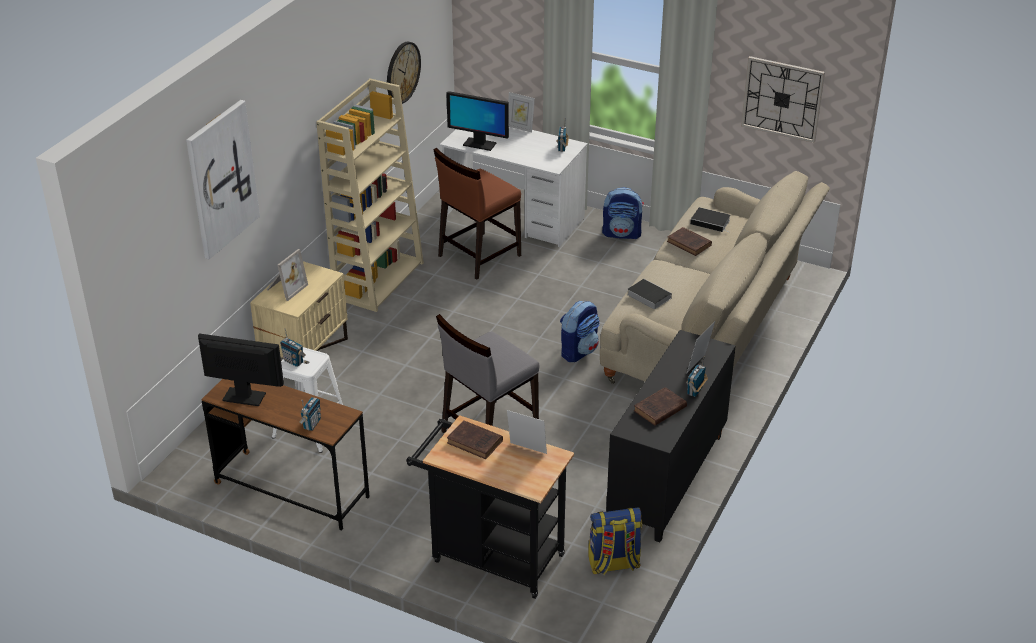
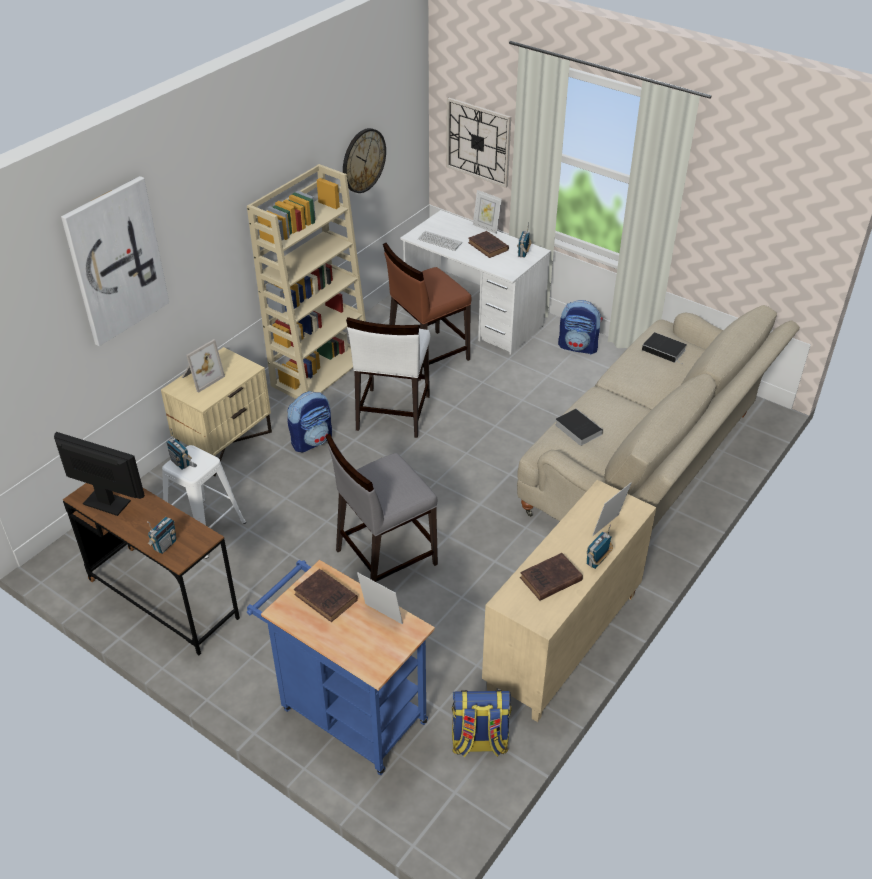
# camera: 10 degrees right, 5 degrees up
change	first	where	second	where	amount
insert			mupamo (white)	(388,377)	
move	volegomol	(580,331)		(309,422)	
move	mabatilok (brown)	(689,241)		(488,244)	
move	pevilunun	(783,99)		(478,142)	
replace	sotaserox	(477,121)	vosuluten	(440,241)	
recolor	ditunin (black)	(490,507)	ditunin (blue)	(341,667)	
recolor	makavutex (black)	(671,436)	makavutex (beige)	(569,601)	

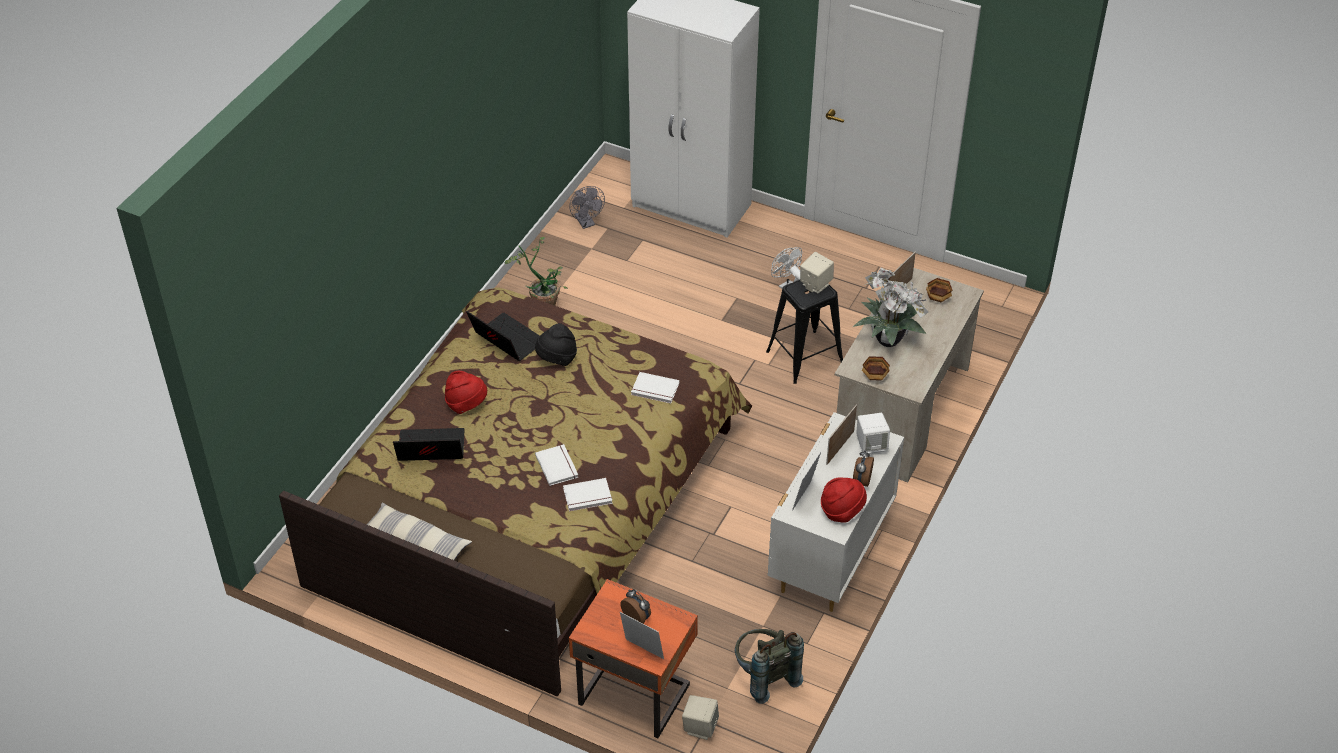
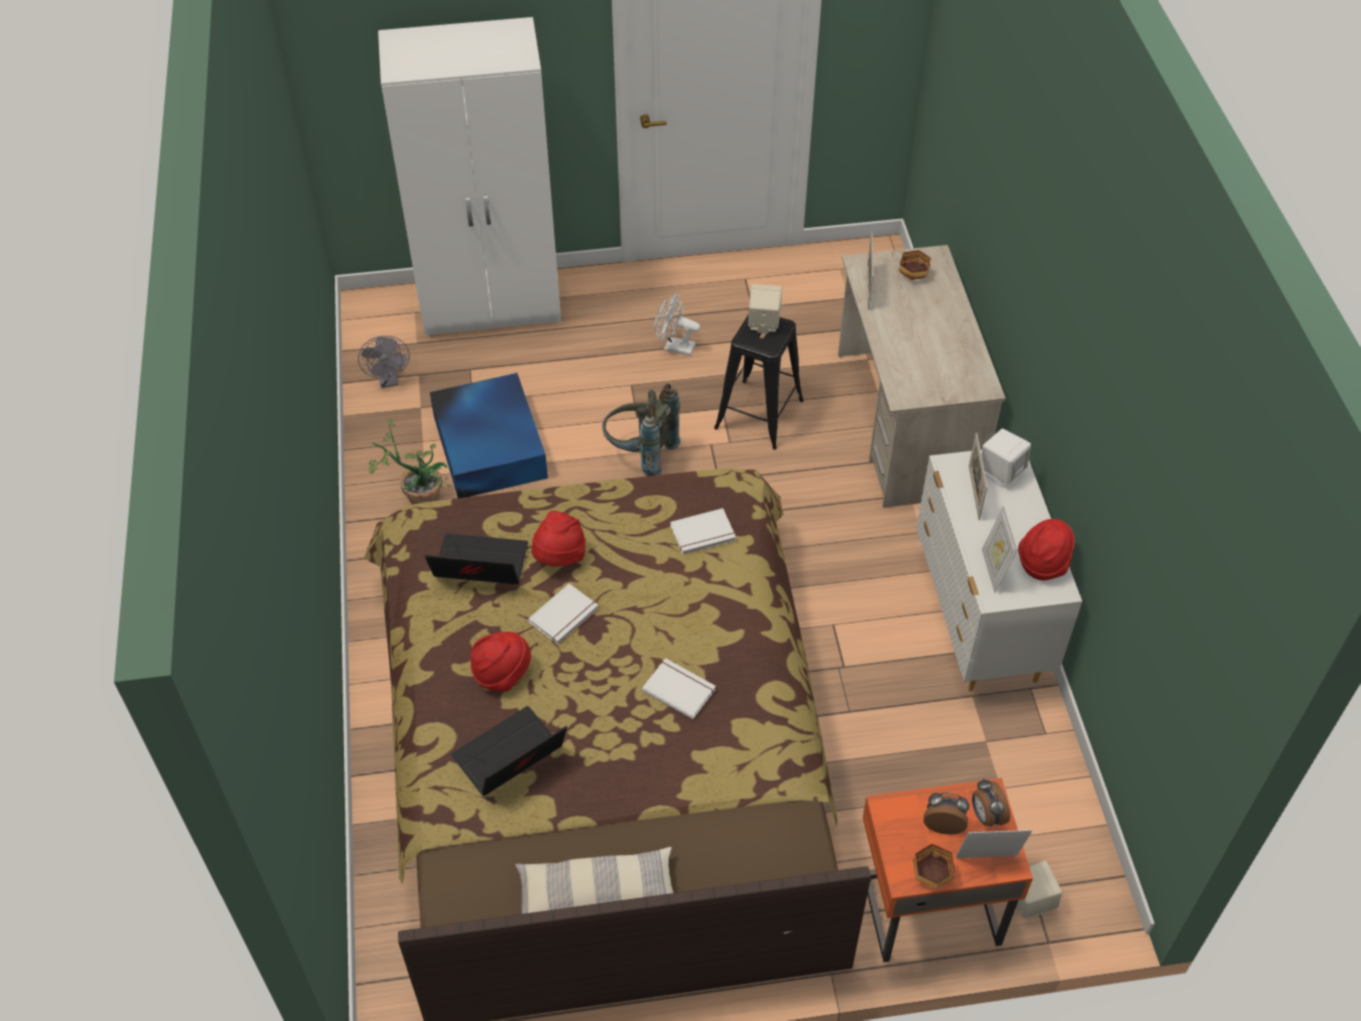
# camera: 35 degrees left, 5 degrees up
change	first	where	second	where	amount
delete	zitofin	(890,307)			
insert			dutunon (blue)	(489,435)	
move	mabatilok (white)	(588,494)		(563,614)	
move	volegomol (grey)	(769,666)		(641,430)	
move	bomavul	(863,468)		(991,803)	
move	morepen	(876,368)		(934,866)	
recolor	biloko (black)	(556,344)	biloko (red)	(558,539)	
rotate	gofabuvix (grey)	(587,207)		(384,362)	45 degrees clockwise

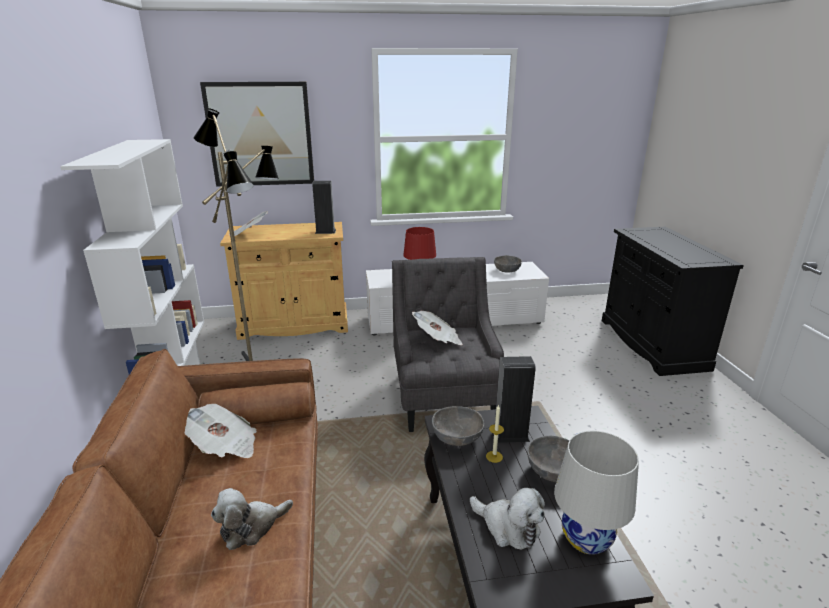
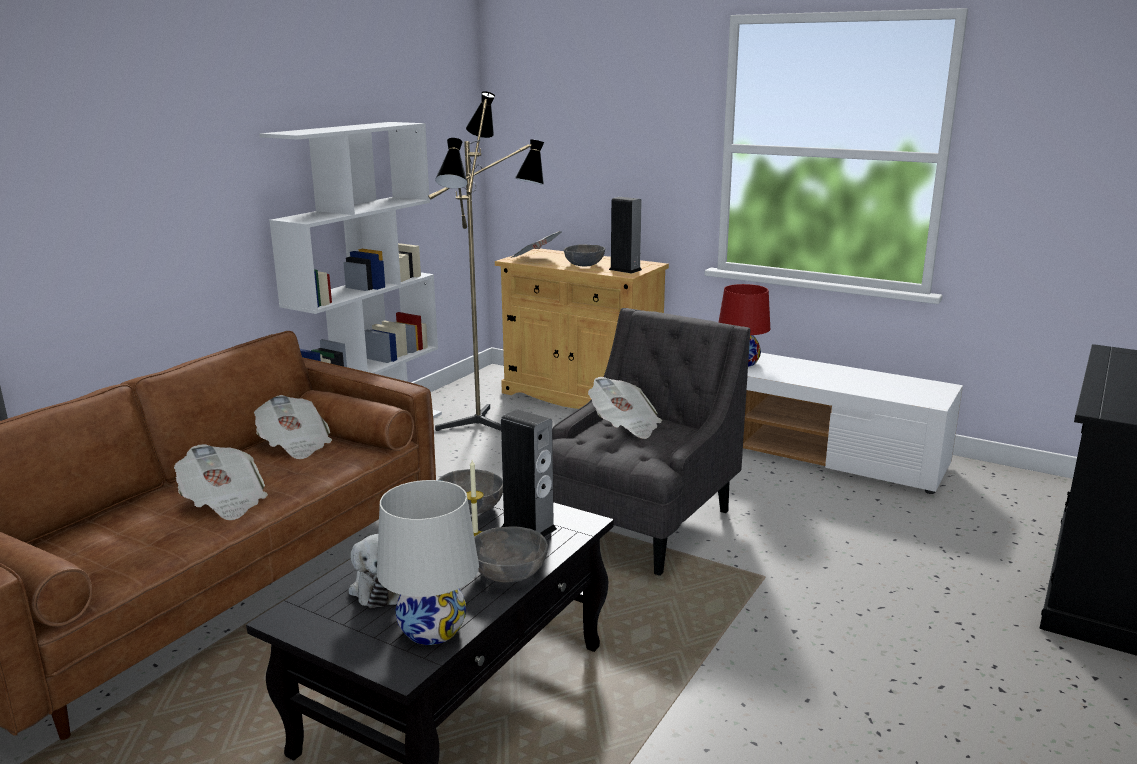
# camera: 40 degrees right, 5 degrees down
change	first	where	second	where	amount
delete	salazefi	(257,134)			
move	morepen (grey)	(508,264)		(584,255)	
replace	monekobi	(252,519)	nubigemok	(221,482)	

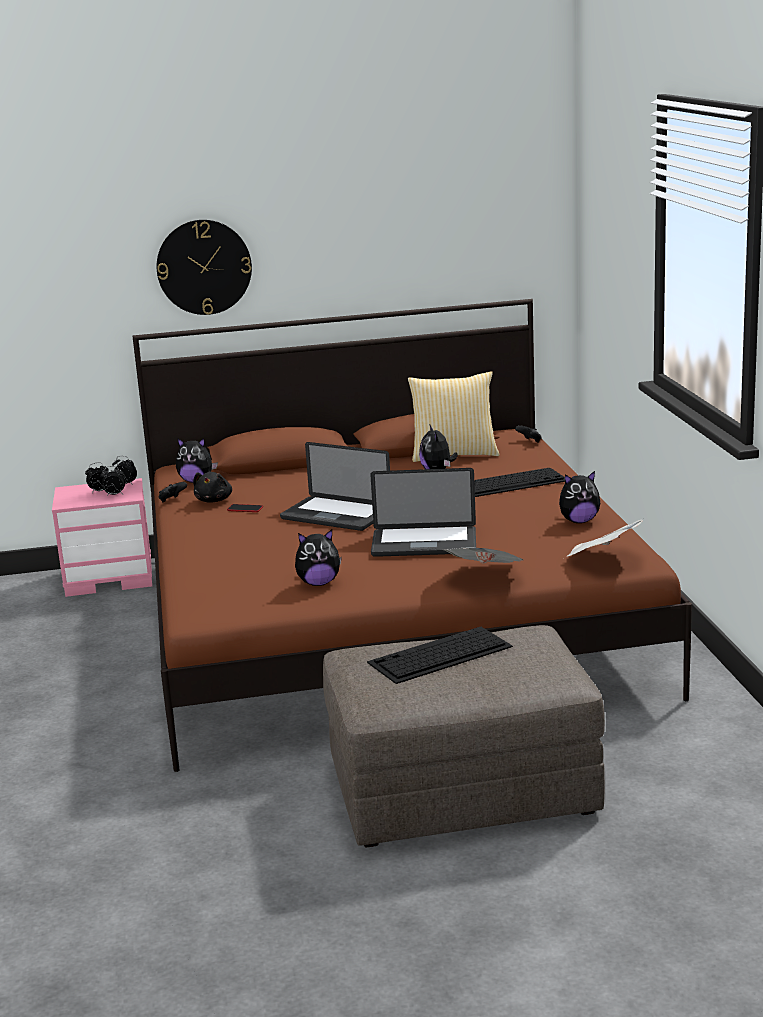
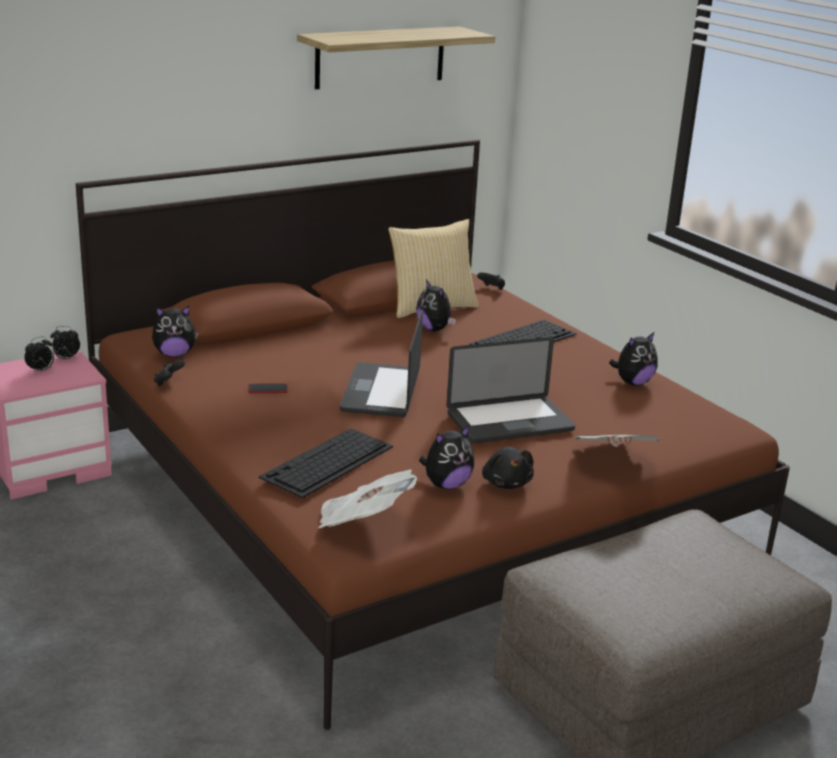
# camera: 25 degrees left, 5 degrees up
change	first	where	second	where	amount
delete	bomavul	(112,481)			
delete	pevilunun	(204,267)			
insert			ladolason	(396,57)	
move	monekobi (black)	(212,487)		(508,468)	
move	vosuluten	(440,655)		(326,463)	
move	nubigemok	(605,538)		(367,499)	
rotate	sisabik	(335,486)		(381,363)	90 degrees clockwise

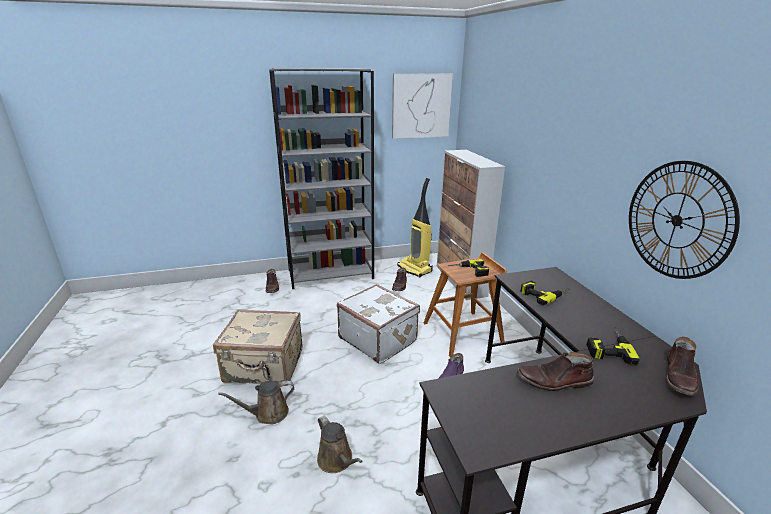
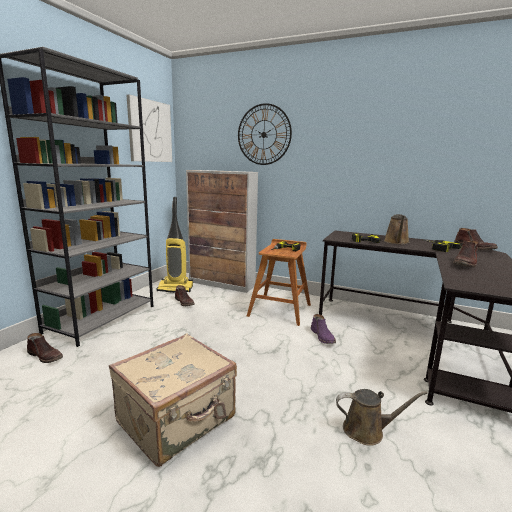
# camera: 50 degrees left, 10 degrees down
change	first	where	second	where	amount
delete	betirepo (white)	(378,324)			
move	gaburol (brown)	(256,402)		(397,229)	
move	pevilunun	(684,220)		(265,134)	

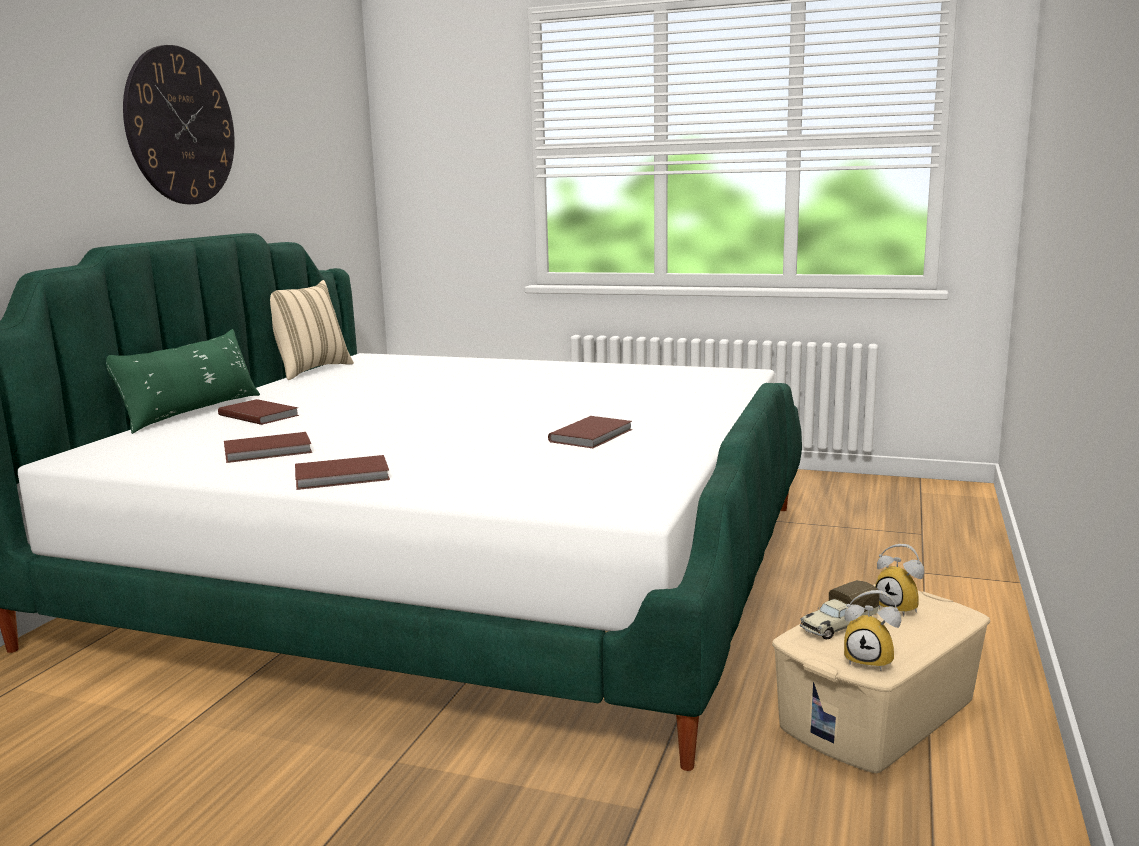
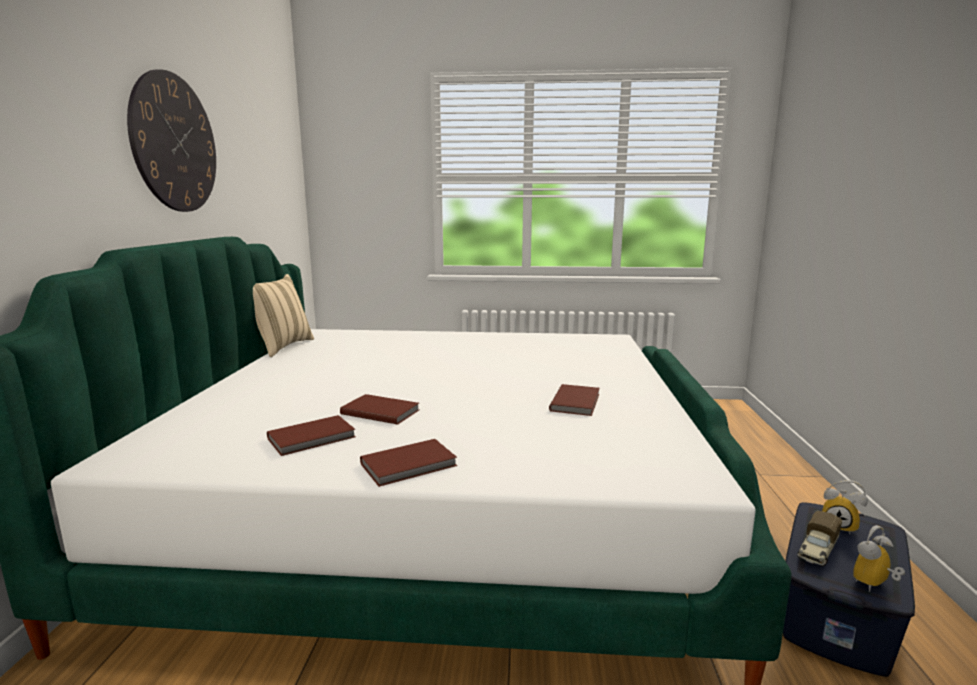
# camera: 15 degrees left, 0 degrees up
change	first	where	second	where	amount
delete	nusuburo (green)	(183,381)			
move	mabatilok (brown)	(258,412)		(379,409)	
recolor	dutunon (beige)	(881,678)	dutunon (blue)	(849,589)	
rotate	bomavul	(872,630)		(879,558)	135 degrees clockwise

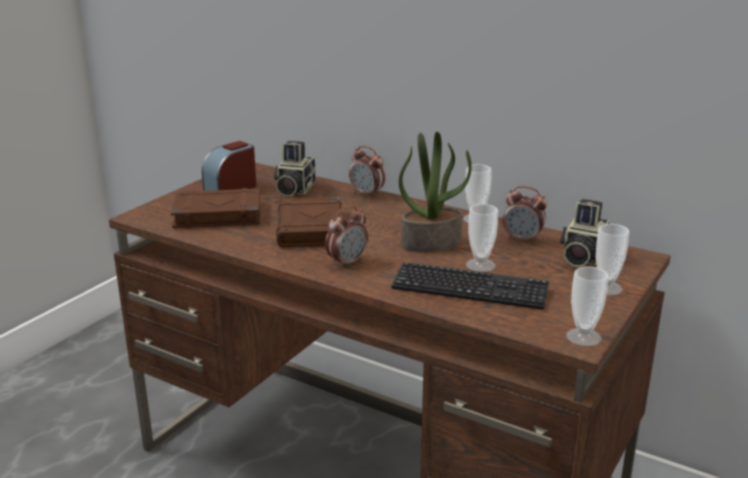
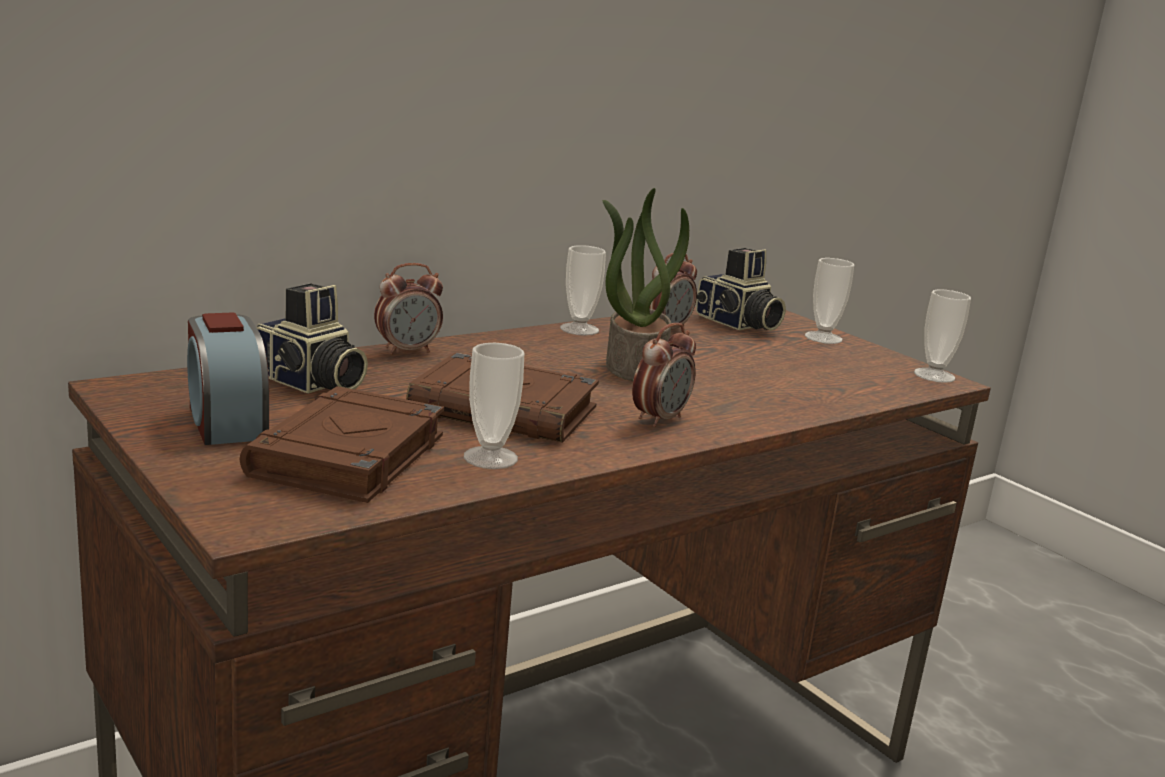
# camera: 70 degrees left, 5 degrees down
change	first	where	second	where	amount
delete	vosuluten	(470,286)			
move	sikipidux	(482,238)		(494,406)	
rotate	bomavul	(346,237)		(664,375)	60 degrees clockwise

